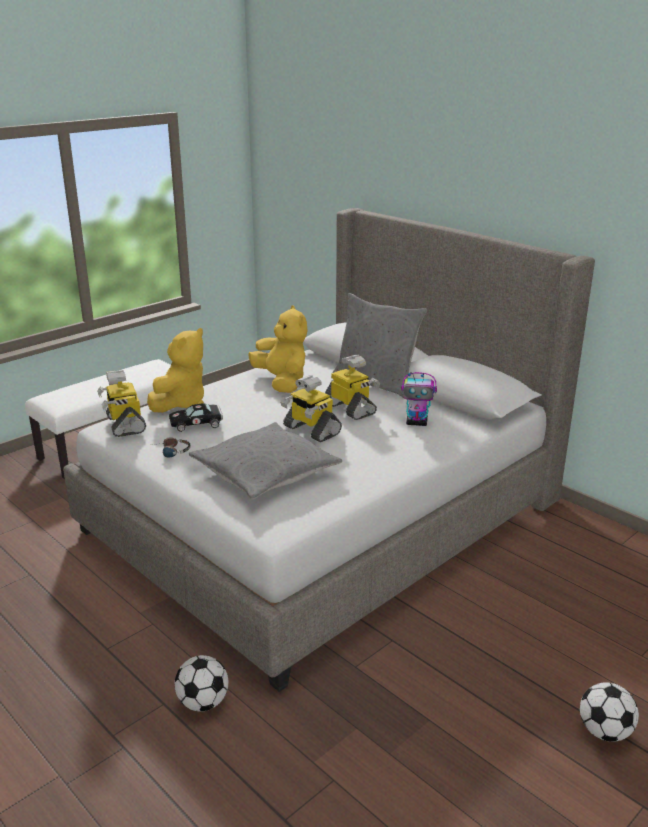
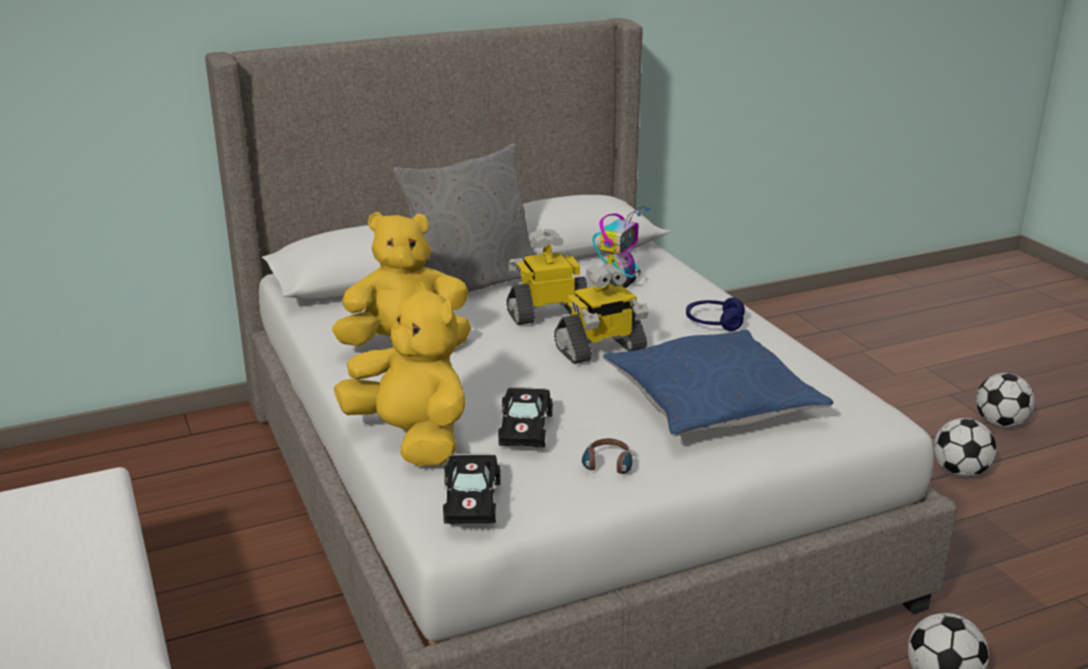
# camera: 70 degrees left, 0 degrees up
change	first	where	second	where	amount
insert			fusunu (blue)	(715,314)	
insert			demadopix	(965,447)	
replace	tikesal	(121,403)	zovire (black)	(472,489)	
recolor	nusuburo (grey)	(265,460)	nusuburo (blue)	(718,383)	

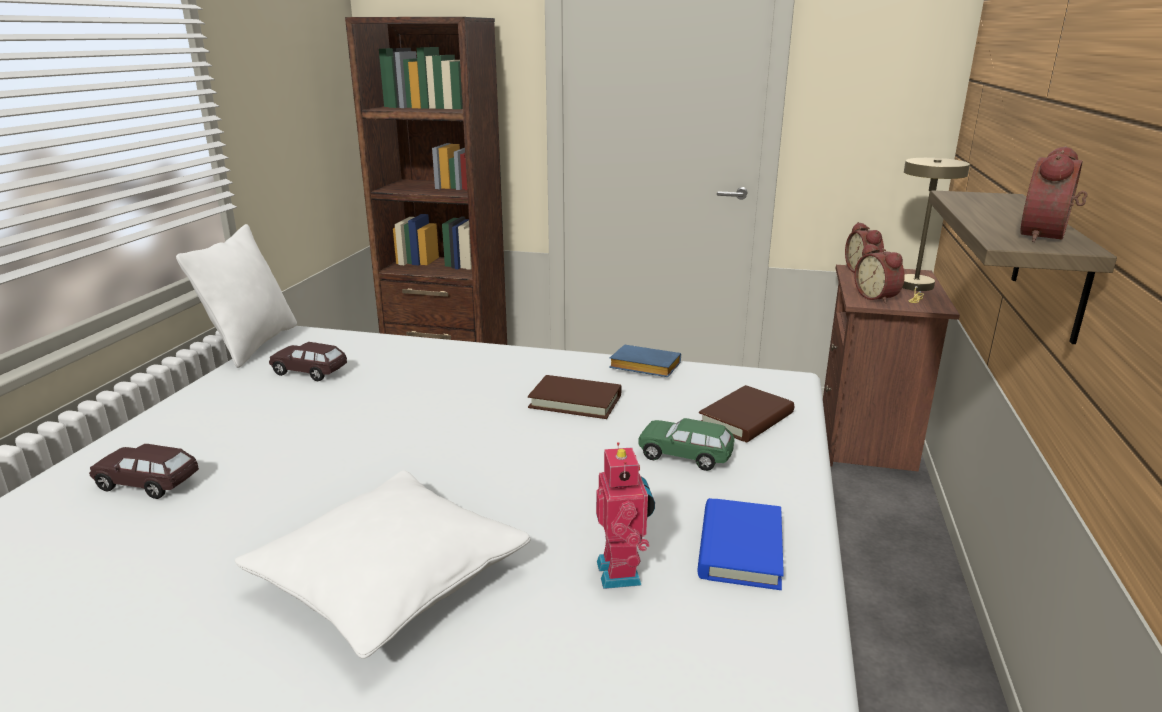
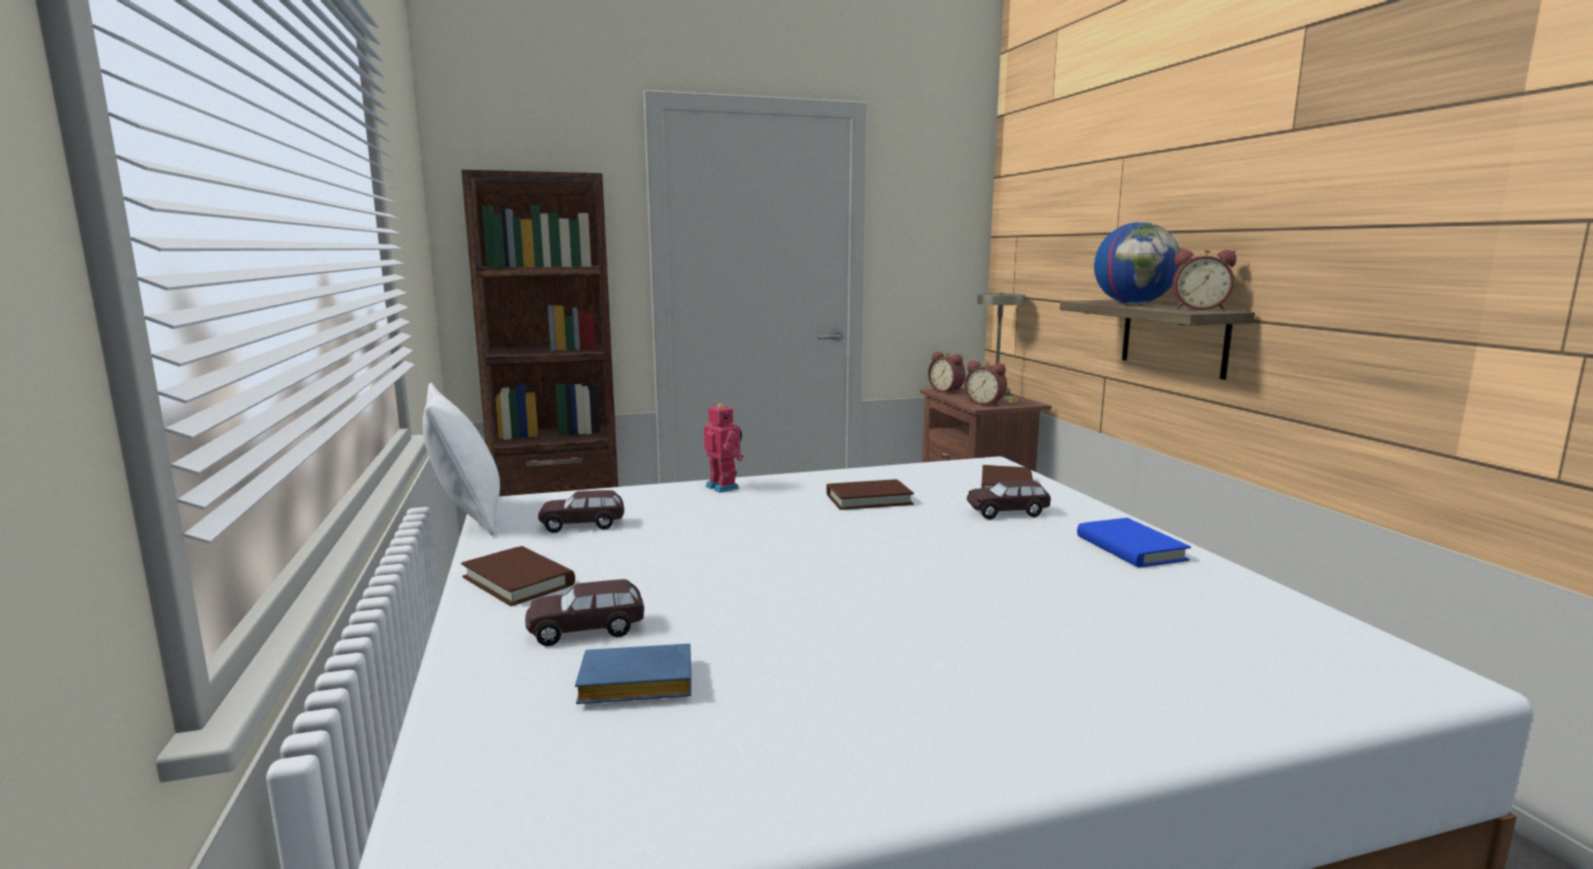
# camera: 30 degrees left, 10 degrees down
change	first	where	second	where	amount
delete	nusuburo (white)	(383,564)			
insert			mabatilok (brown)	(518,576)	
insert			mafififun	(1137,263)	
move	tikesal	(625,515)		(723,448)	
move	mabatilok (blue)	(645,361)		(633,673)	
recolor	zovire (green)	(686,444)	zovire (brown)	(1009,500)	
rotate	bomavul	(1054,194)		(1205,280)	75 degrees counterclockwise

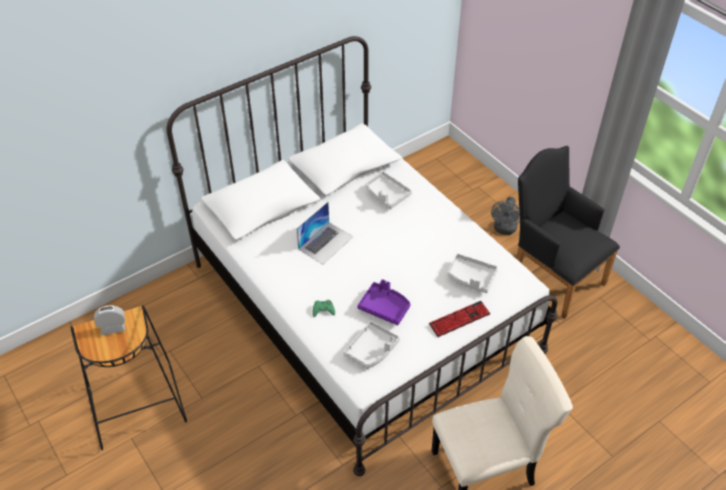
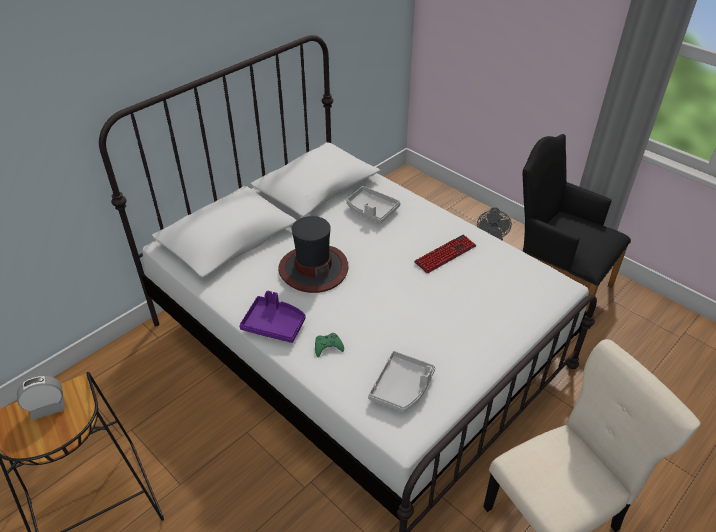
# camera: 10 degrees left, 5 degrees down
change	first	where	second	where	amount
delete	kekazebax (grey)	(472,273)			
move	kekazebax (purple)	(384,302)		(272,317)	
move	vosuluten	(459,319)		(445,254)	
replace	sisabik	(325,233)	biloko	(313,254)	

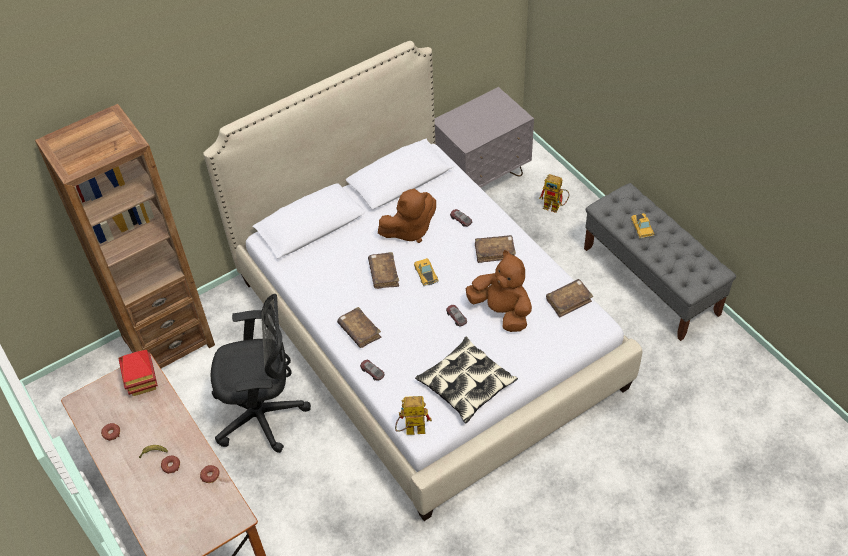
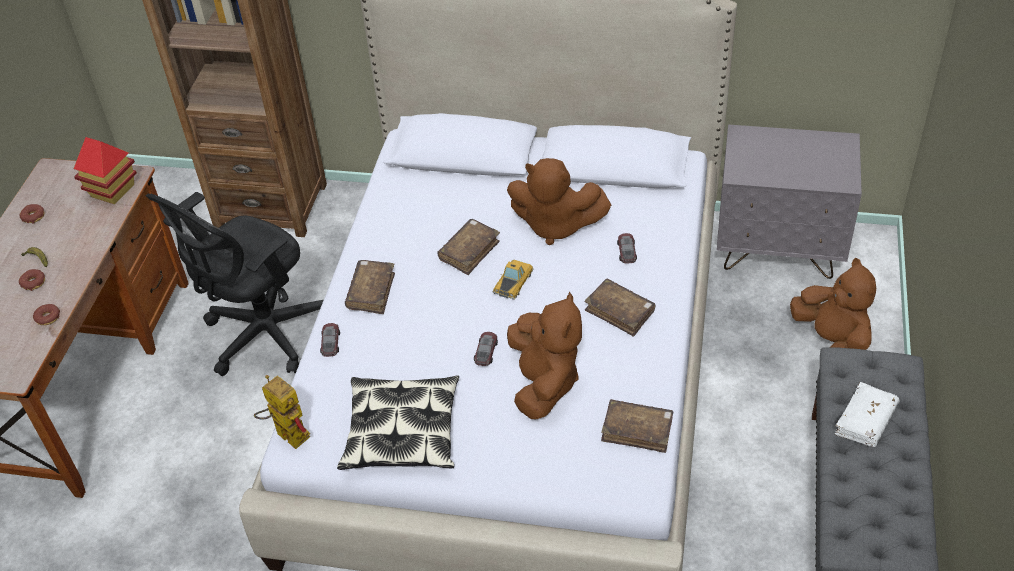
# camera: 45 degrees right, 5 degrees down
change	first	where	second	where	amount
replace	tikesal	(554,193)	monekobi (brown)	(833,304)	
replace	zovire	(643,226)	mabatilok (white)	(867,414)	
rotate	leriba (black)	(260,373)		(235,284)	90 degrees clockwise

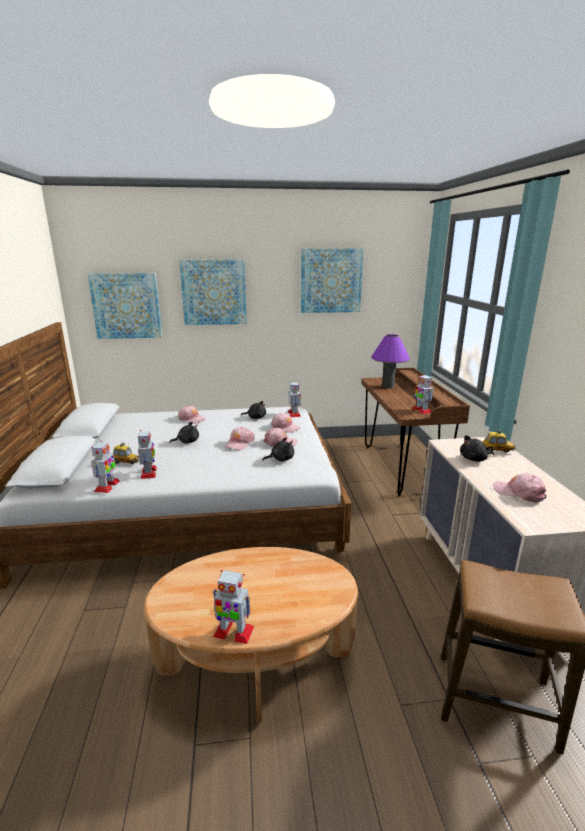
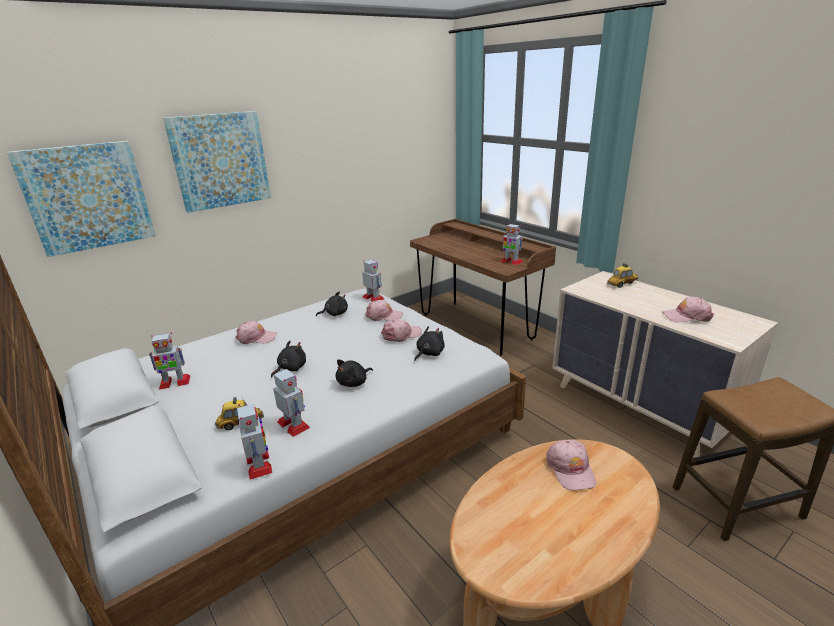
# camera: 30 degrees left, 5 degrees up
change	first	where	second	where	amount
delete	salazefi	(332,280)			
delete	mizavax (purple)	(390,361)			
move	tikesal	(233,607)		(170,360)	
move	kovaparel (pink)	(240,438)		(571,464)	
move	monekobi (black)	(477,448)		(354,373)	

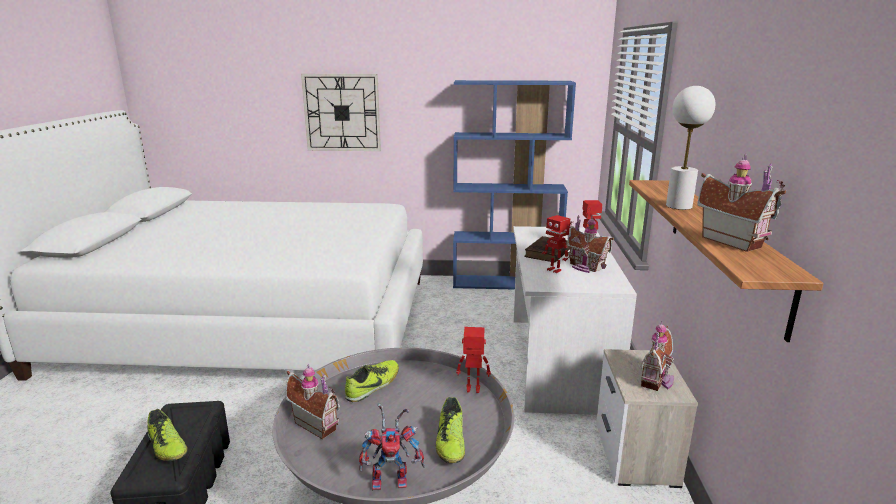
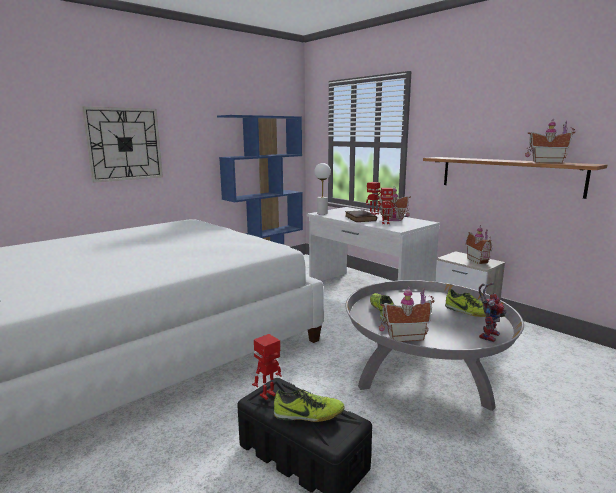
# camera: 45 degrees left, 5 degrees down
change	first	where	second	where	amount
move	tikesal	(473,360)		(266,367)	
move	mizavax (white)	(690,148)		(322,189)	

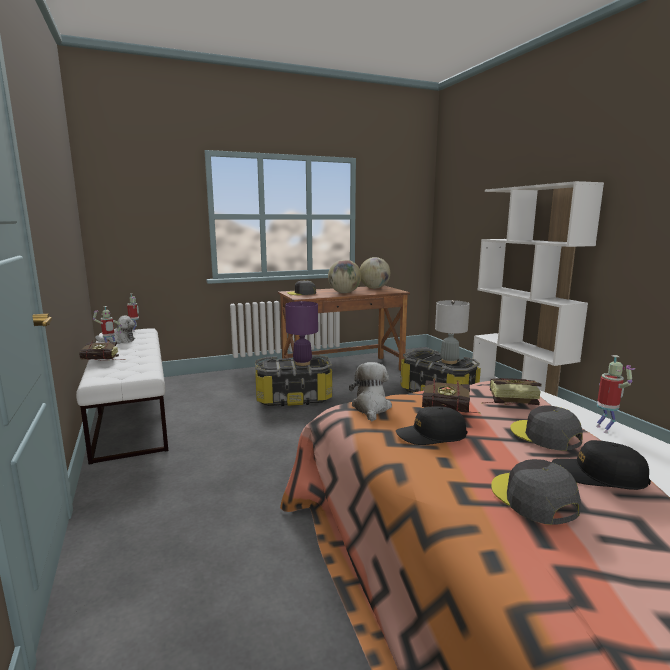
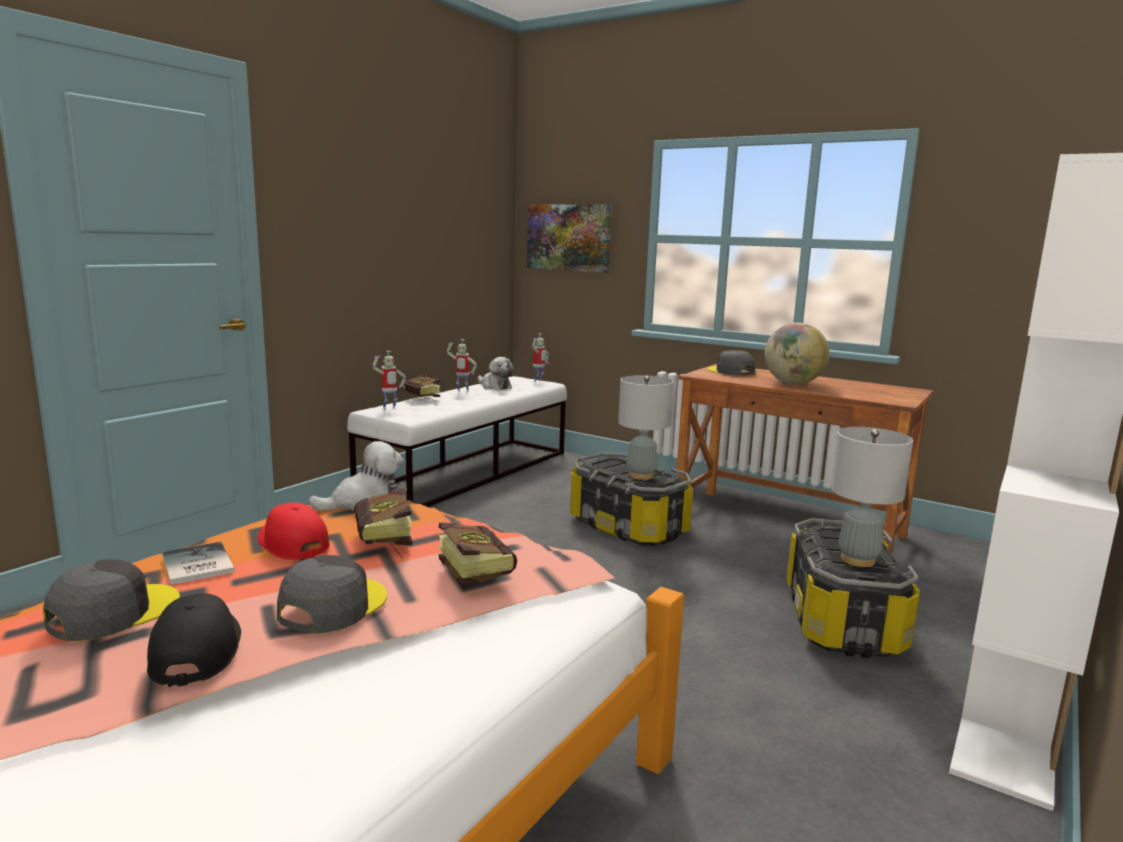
# camera: 55 degrees right, 0 degrees up
change	first	where	second	where	amount
delete	mafififun	(375,273)			
insert			mabatilok	(198,563)	
insert			salazefi	(569,238)	
move	tikesal	(615,394)		(389,380)	
recolor	mizavax (purple)	(301,333)	mizavax (grey)	(645,427)	
recolor	kovaparel (black)	(431,425)	kovaparel (red)	(293,531)	

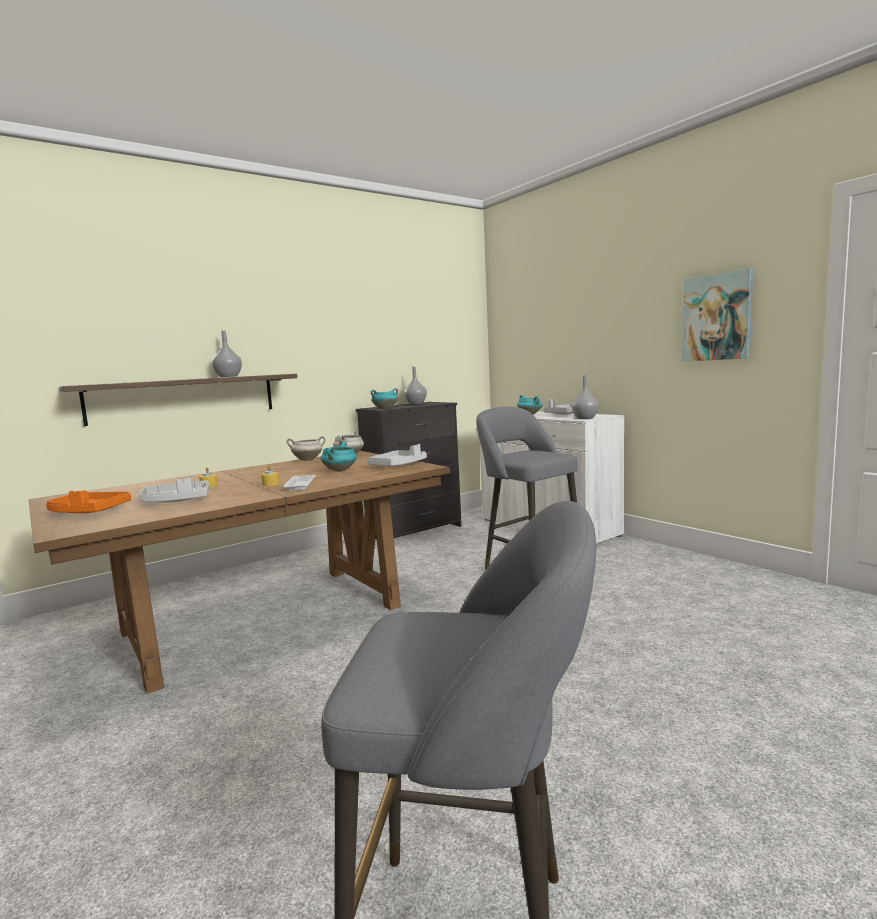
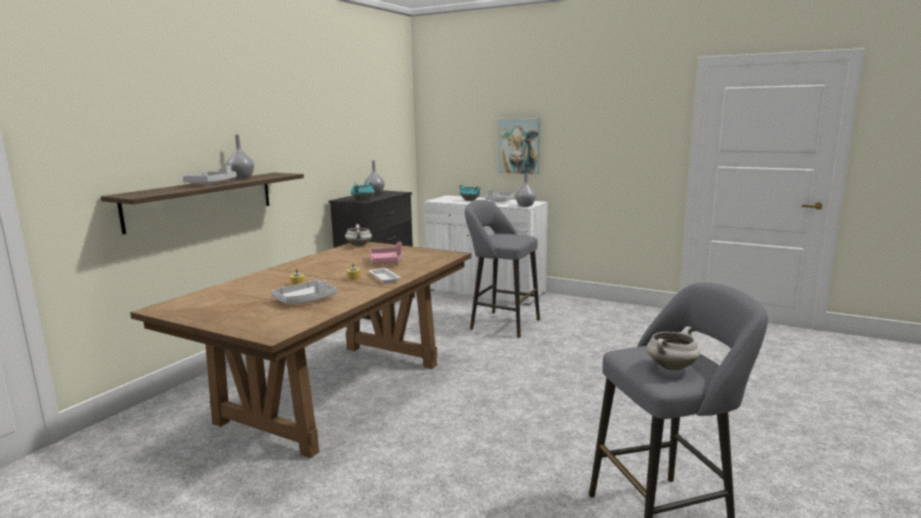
# camera: 25 degrees left, 5 degrees up
change	first	where	second	where	amount
delete	kekazebax (orange)	(88,501)			
move	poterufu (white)	(305,448)		(673,348)	
move	kekazebax (grey)	(397,455)		(210,174)	
move	salazefi	(717,315)		(519,146)	
replace	poterufu (turquoise)	(338,457)	kekazebax (pink)	(386,253)	

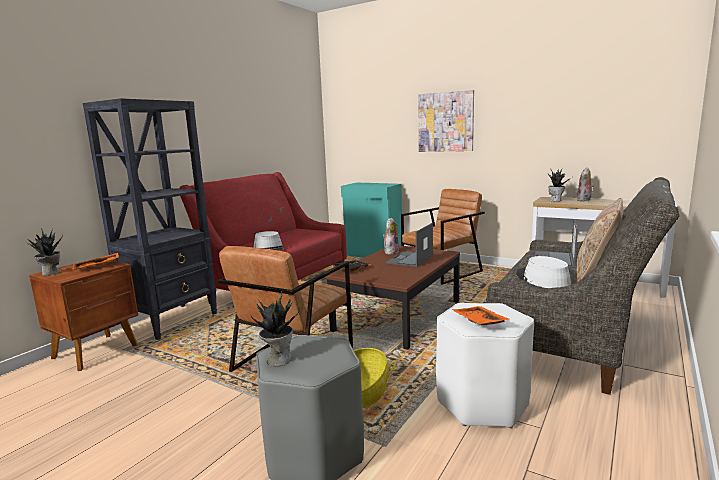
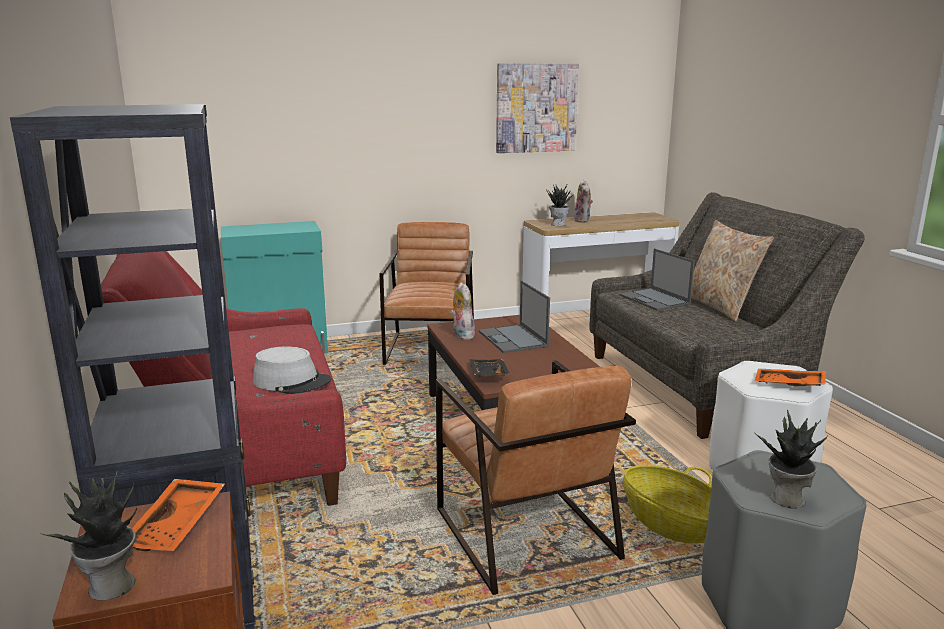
# camera: 50 degrees left, 5 degrees up
change	first	where	second	where	amount
delete	biloko (white)	(543,272)			
move	salazefi	(446,121)		(537,108)	

